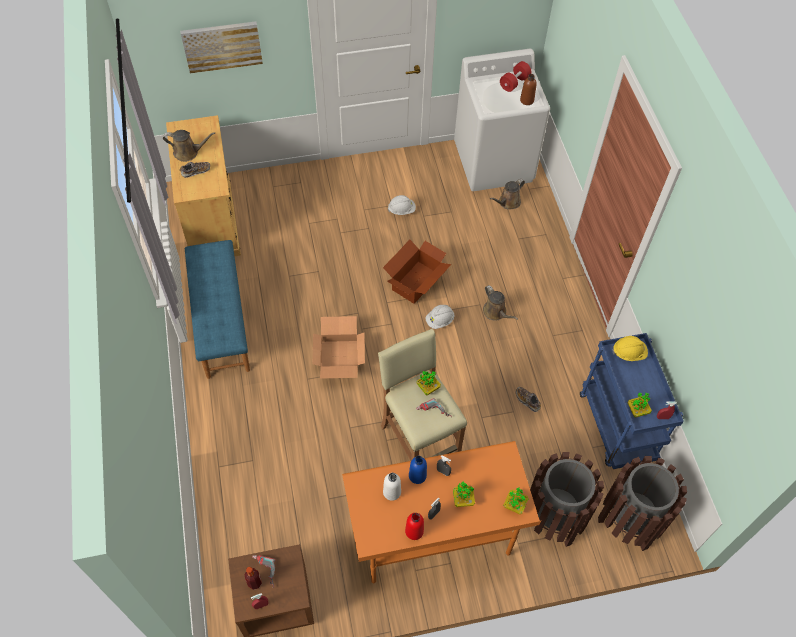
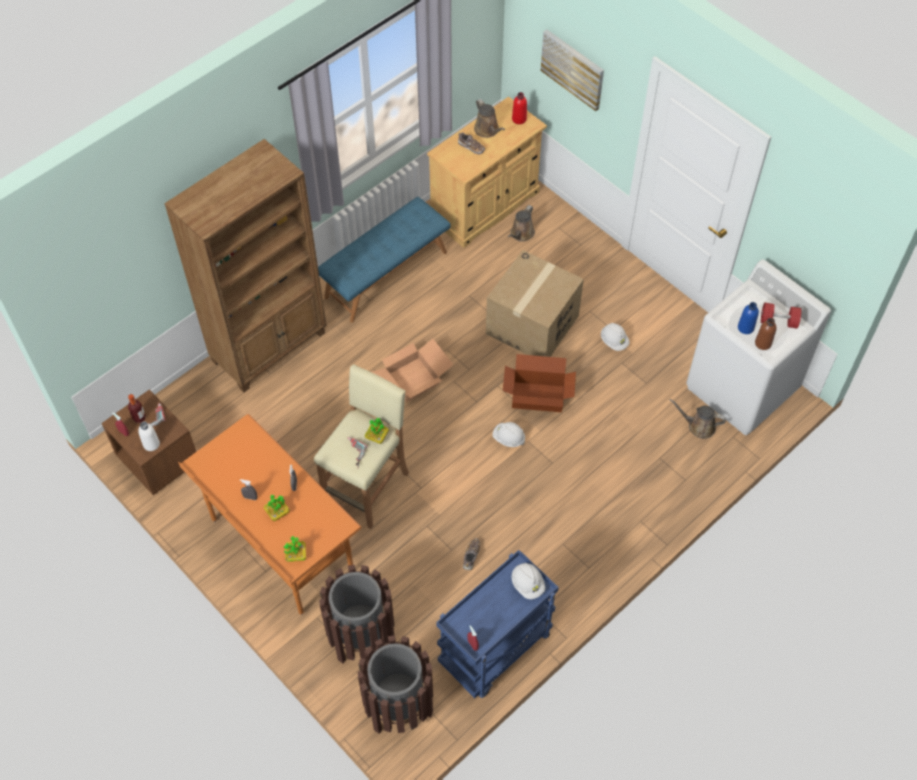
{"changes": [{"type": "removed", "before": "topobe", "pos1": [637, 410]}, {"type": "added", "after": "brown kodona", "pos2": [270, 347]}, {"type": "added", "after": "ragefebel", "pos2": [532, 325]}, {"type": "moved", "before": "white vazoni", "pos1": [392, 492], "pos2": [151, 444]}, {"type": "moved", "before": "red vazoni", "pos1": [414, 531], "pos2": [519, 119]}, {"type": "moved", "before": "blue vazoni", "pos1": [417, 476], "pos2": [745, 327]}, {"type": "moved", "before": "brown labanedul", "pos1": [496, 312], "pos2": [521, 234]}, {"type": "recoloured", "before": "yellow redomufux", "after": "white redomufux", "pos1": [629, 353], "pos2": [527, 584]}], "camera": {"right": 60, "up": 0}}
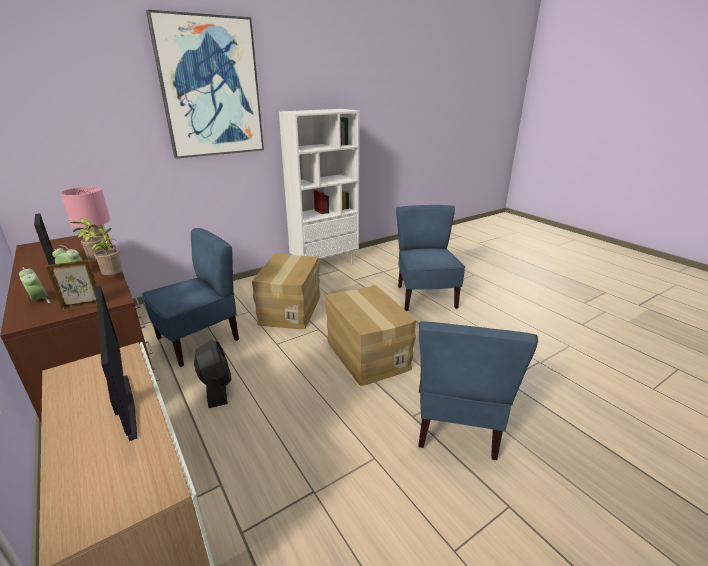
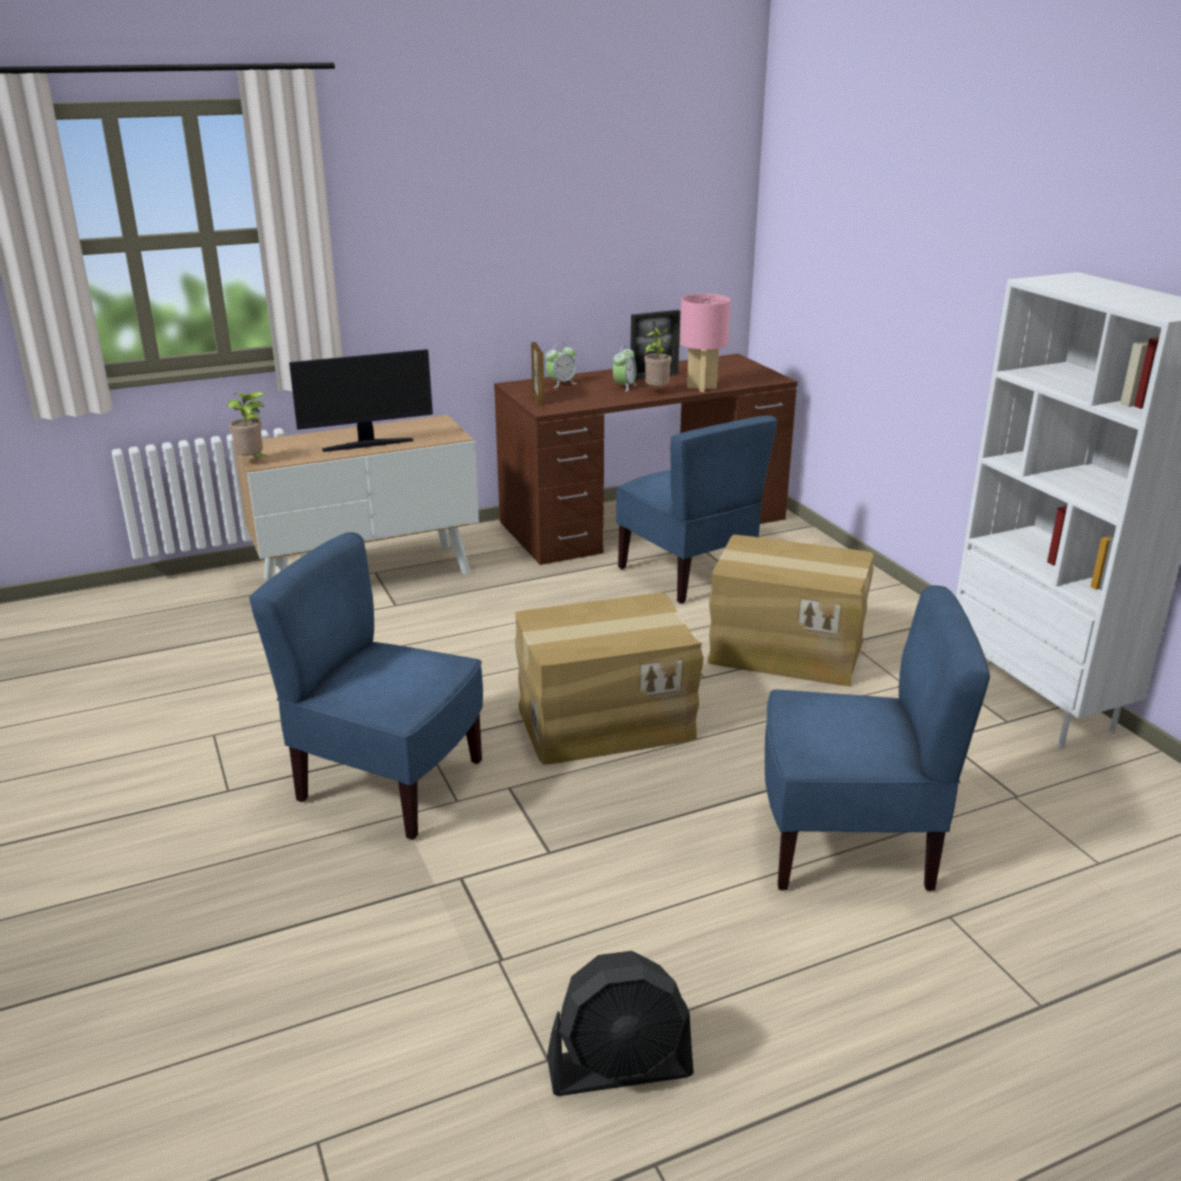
{"changes": [{"type": "removed", "before": "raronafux", "pos1": [210, 88]}, {"type": "moved", "before": "topobe", "pos1": [114, 278], "pos2": [253, 461]}, {"type": "moved", "before": "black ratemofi", "pos1": [216, 389], "pos2": [620, 1068]}], "camera": {"right": 100, "up": 0}}
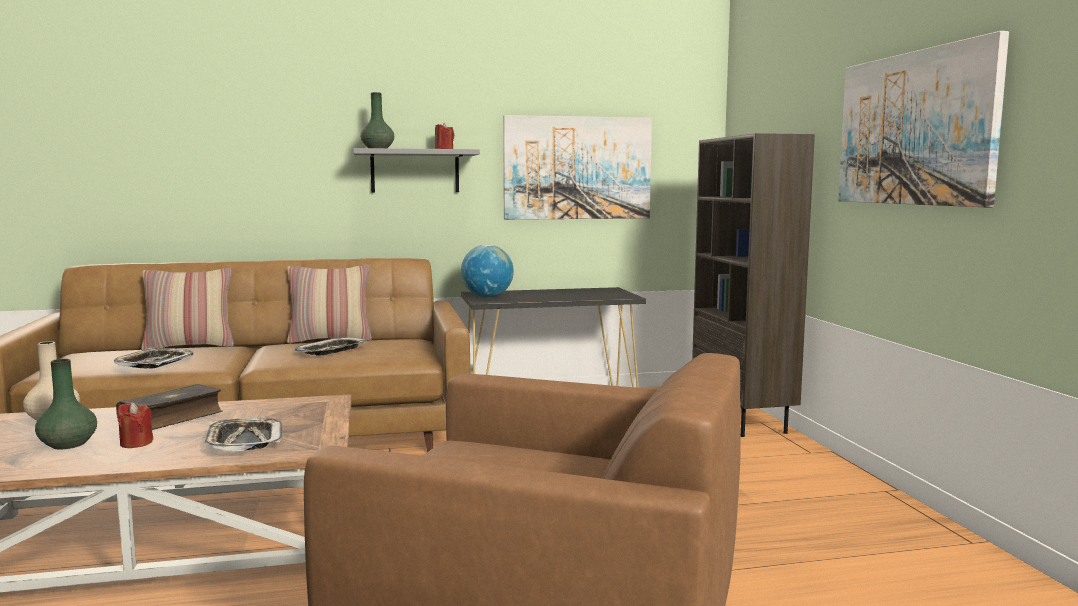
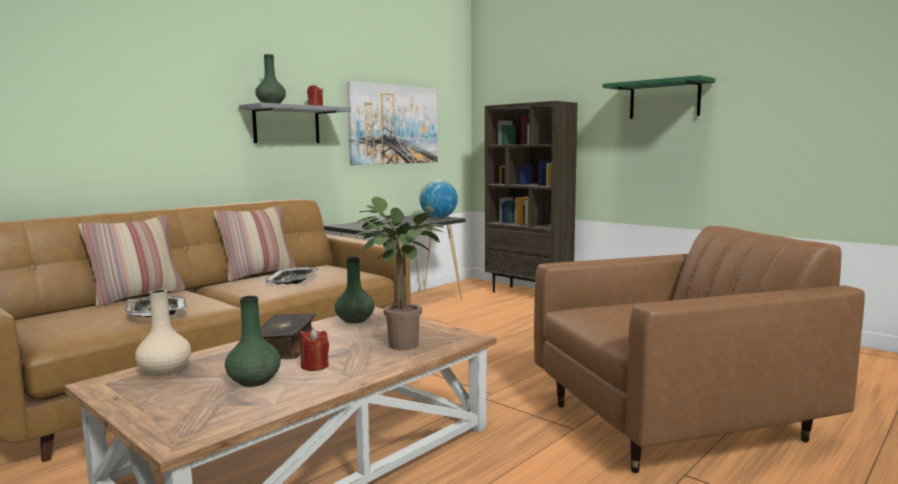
{"changes": [{"type": "added", "after": "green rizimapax", "pos2": [355, 320]}, {"type": "moved", "before": "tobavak", "pos1": [487, 297], "pos2": [438, 218]}, {"type": "replaced", "before": "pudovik", "after": "topobe", "pos1": [244, 441], "pos2": [397, 345]}, {"type": "replaced", "before": "raronafux", "after": "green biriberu", "pos1": [914, 128], "pos2": [664, 99]}], "camera": {"right": -35, "up": 0}}
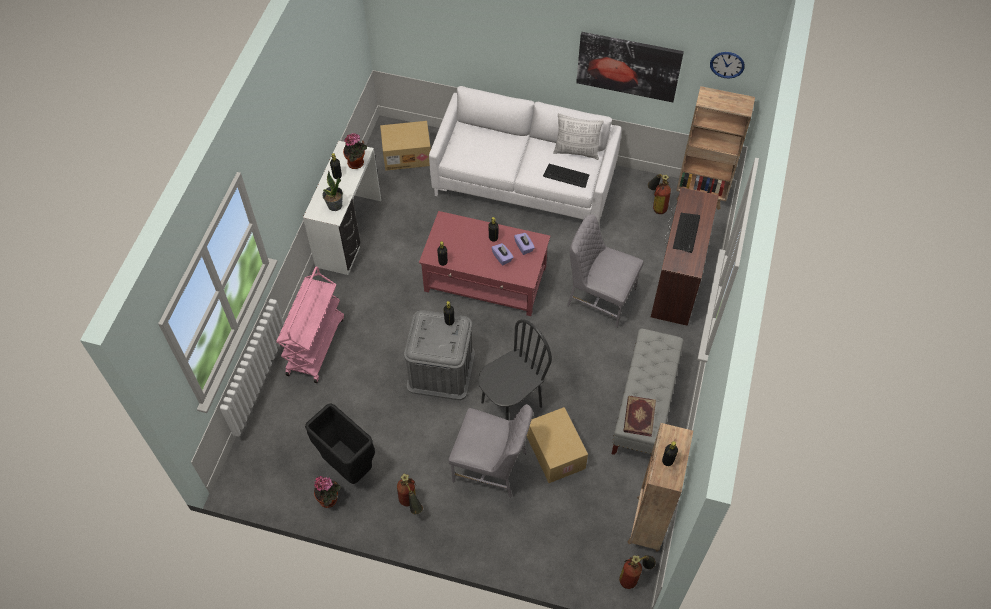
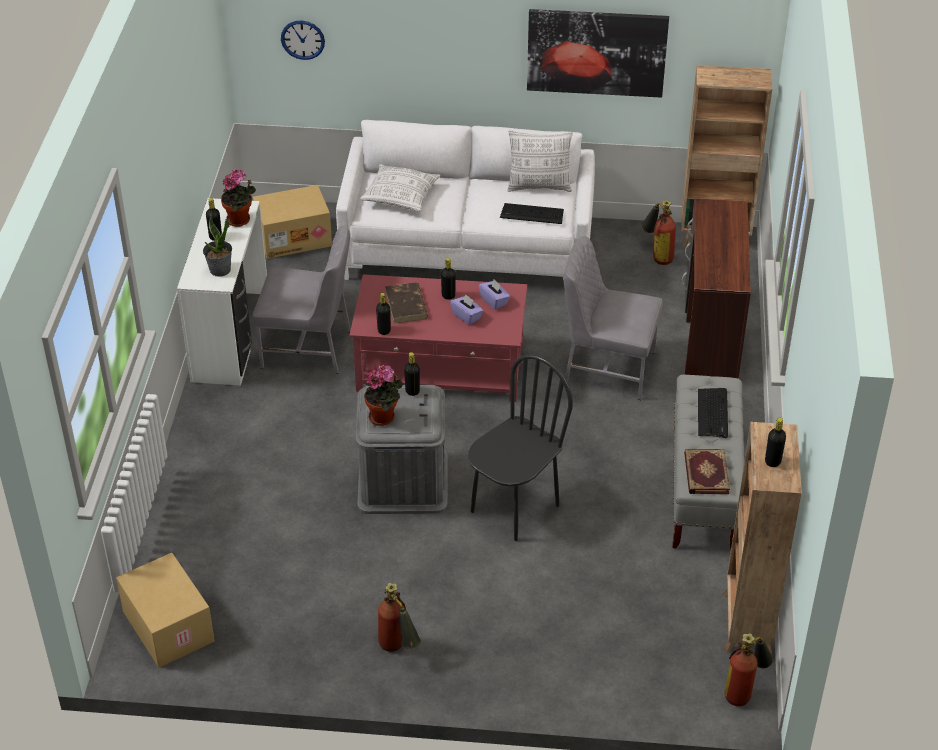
{"changes": [{"type": "removed", "before": "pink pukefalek", "pos1": [315, 345]}, {"type": "removed", "before": "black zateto", "pos1": [348, 466]}, {"type": "added", "after": "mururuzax", "pos2": [400, 197]}, {"type": "added", "after": "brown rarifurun", "pos2": [406, 305]}, {"type": "moved", "before": "topobe", "pos1": [330, 499], "pos2": [384, 417]}, {"type": "moved", "before": "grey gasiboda", "pos1": [491, 466], "pos2": [308, 348]}, {"type": "moved", "before": "ragefebel", "pos1": [554, 452], "pos2": [166, 626]}, {"type": "moved", "before": "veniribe", "pos1": [686, 232], "pos2": [713, 413]}, {"type": "moved", "before": "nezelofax", "pos1": [727, 64], "pos2": [302, 39]}], "camera": {"right": -10, "up": -15}}
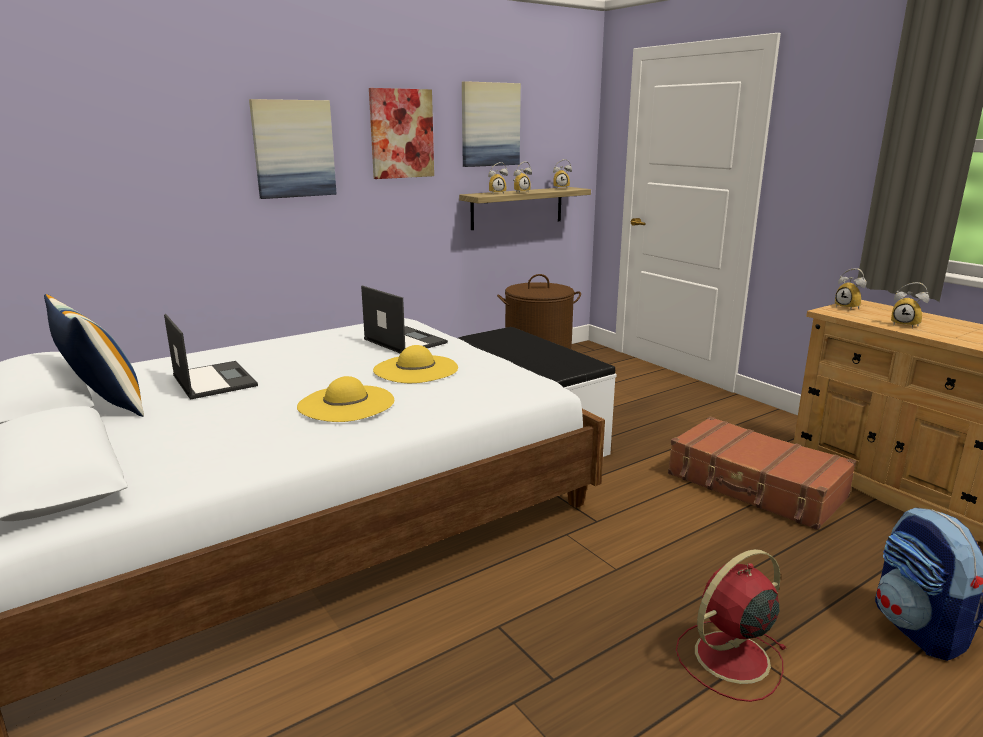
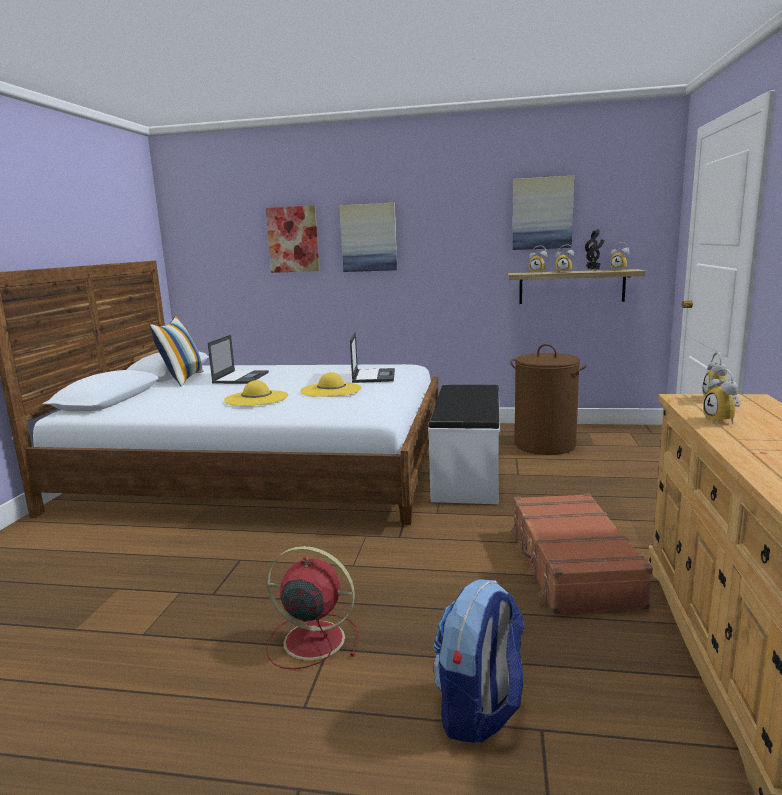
{"changes": [{"type": "added", "after": "topobe", "pos2": [593, 271]}, {"type": "moved", "before": "raronafux", "pos1": [401, 134], "pos2": [293, 239]}], "camera": {"right": 45, "up": -5}}
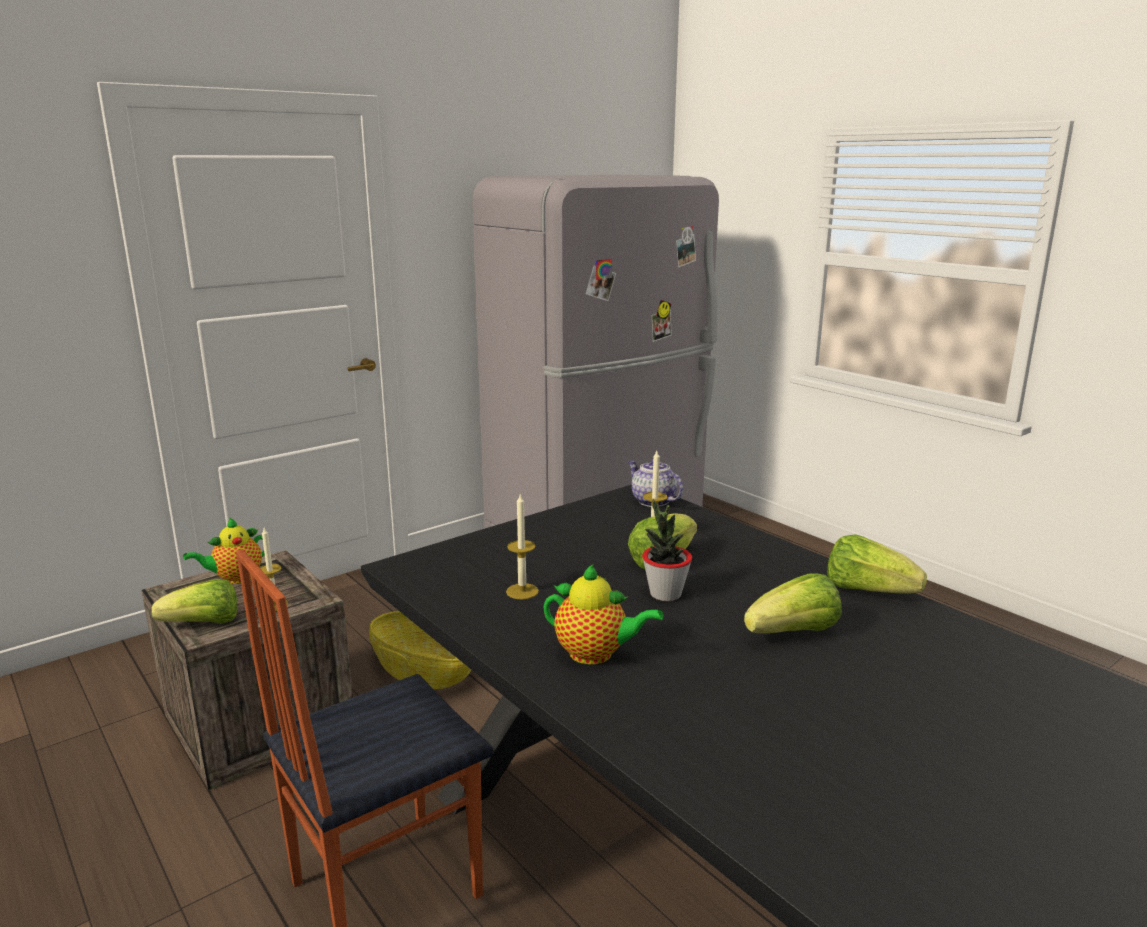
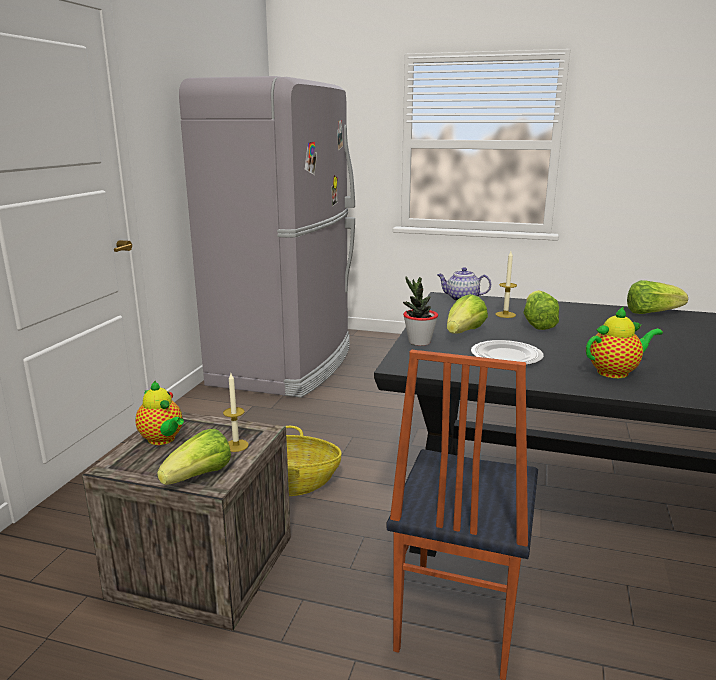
{"changes": [{"type": "moved", "before": "topobe", "pos1": [665, 594], "pos2": [419, 342]}, {"type": "moved", "before": "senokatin", "pos1": [794, 633], "pos2": [464, 333]}, {"type": "replaced", "before": "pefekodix", "after": "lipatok", "pos1": [522, 591], "pos2": [506, 357]}, {"type": "turned", "before": "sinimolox", "pos1": [235, 578], "pos2": [163, 440], "turn": -60}], "camera": {"right": -35, "up": 0}}
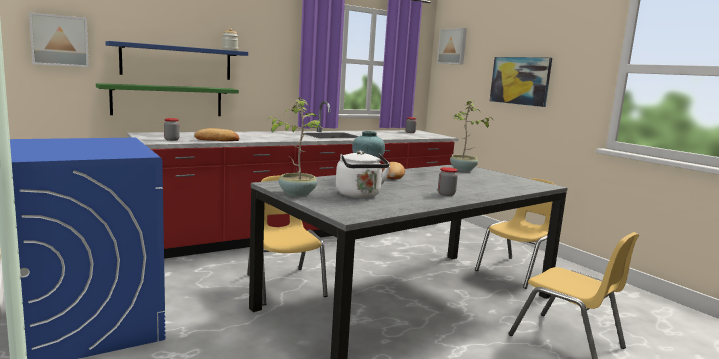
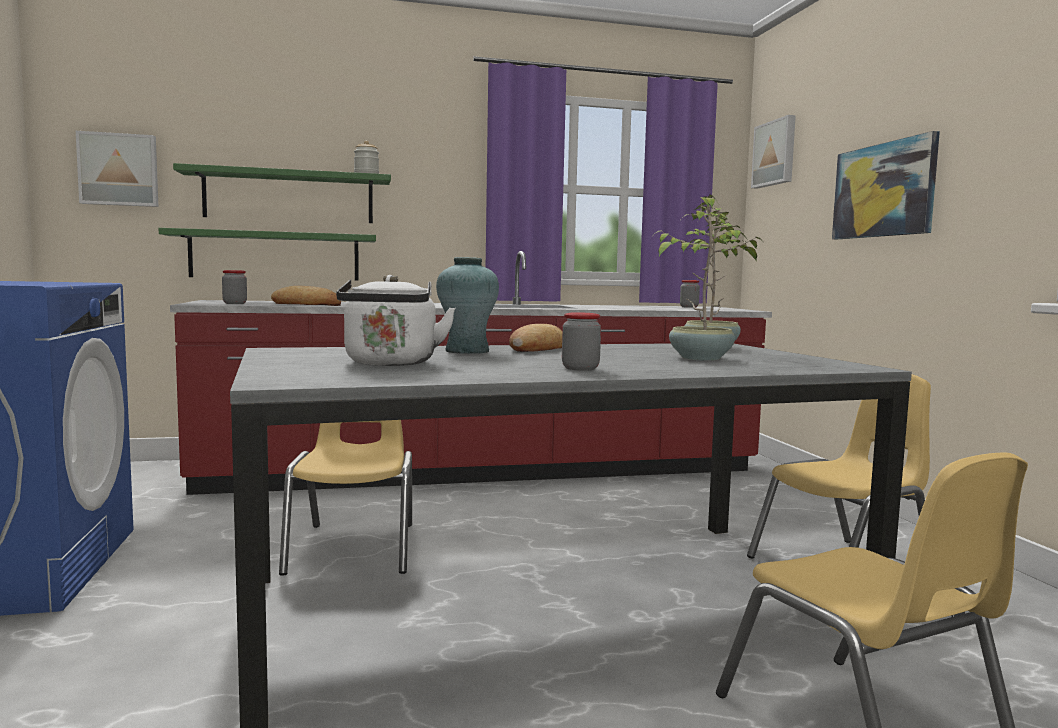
{"changes": [{"type": "moved", "before": "topobe", "pos1": [297, 193], "pos2": [700, 358]}, {"type": "recoloured", "before": "blue biriberu", "after": "green biriberu", "pos1": [177, 62], "pos2": [289, 197]}], "camera": {"right": 20, "up": -5}}
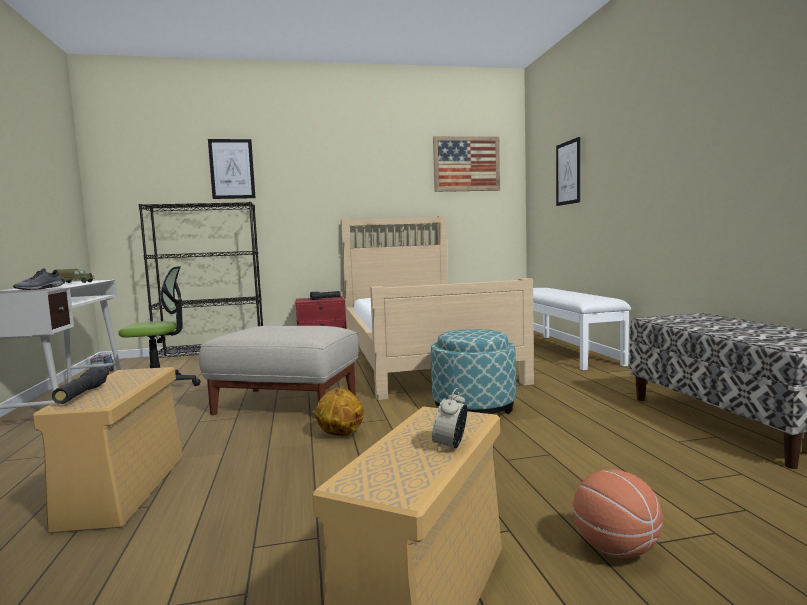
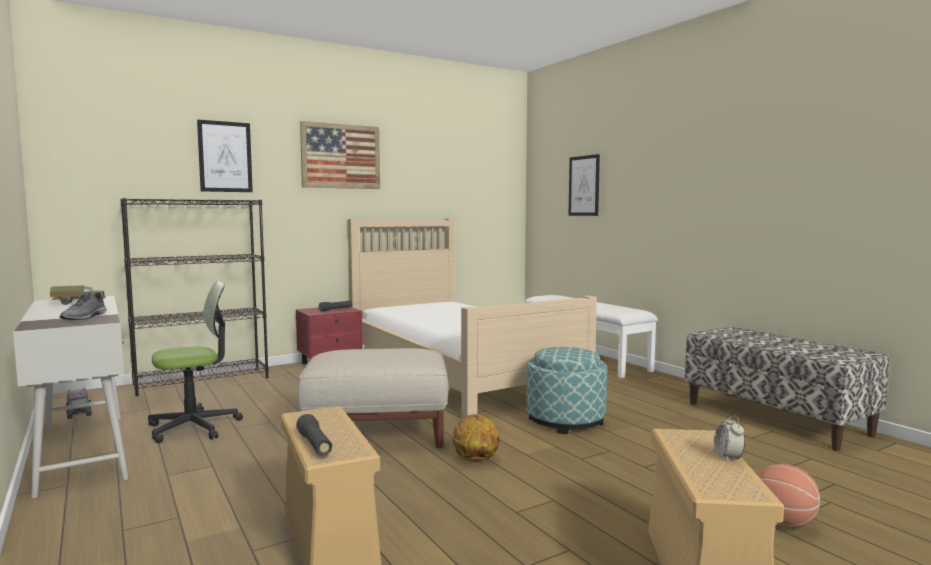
{"changes": [{"type": "moved", "before": "raronafux", "pos1": [466, 164], "pos2": [341, 156]}], "camera": {"right": -20, "up": 0}}
